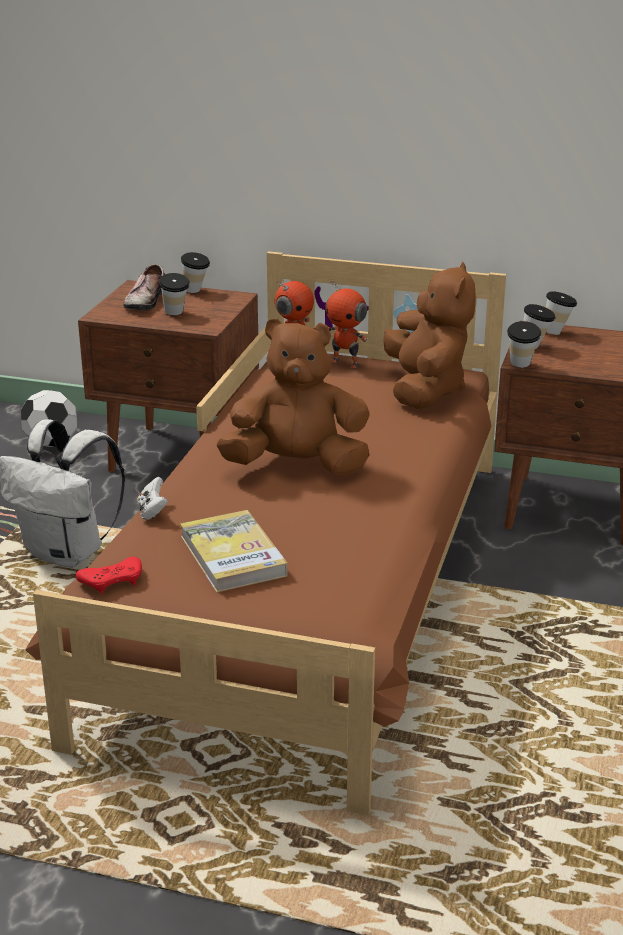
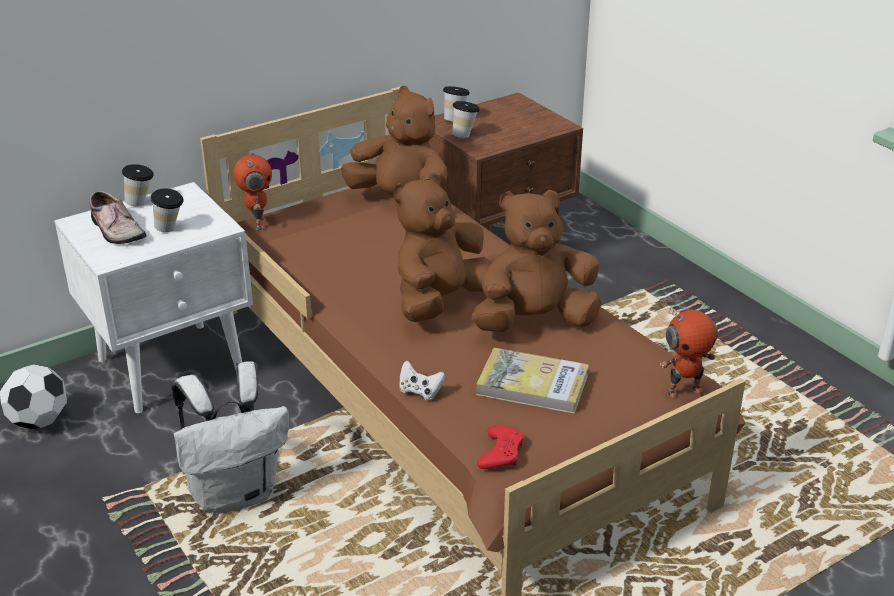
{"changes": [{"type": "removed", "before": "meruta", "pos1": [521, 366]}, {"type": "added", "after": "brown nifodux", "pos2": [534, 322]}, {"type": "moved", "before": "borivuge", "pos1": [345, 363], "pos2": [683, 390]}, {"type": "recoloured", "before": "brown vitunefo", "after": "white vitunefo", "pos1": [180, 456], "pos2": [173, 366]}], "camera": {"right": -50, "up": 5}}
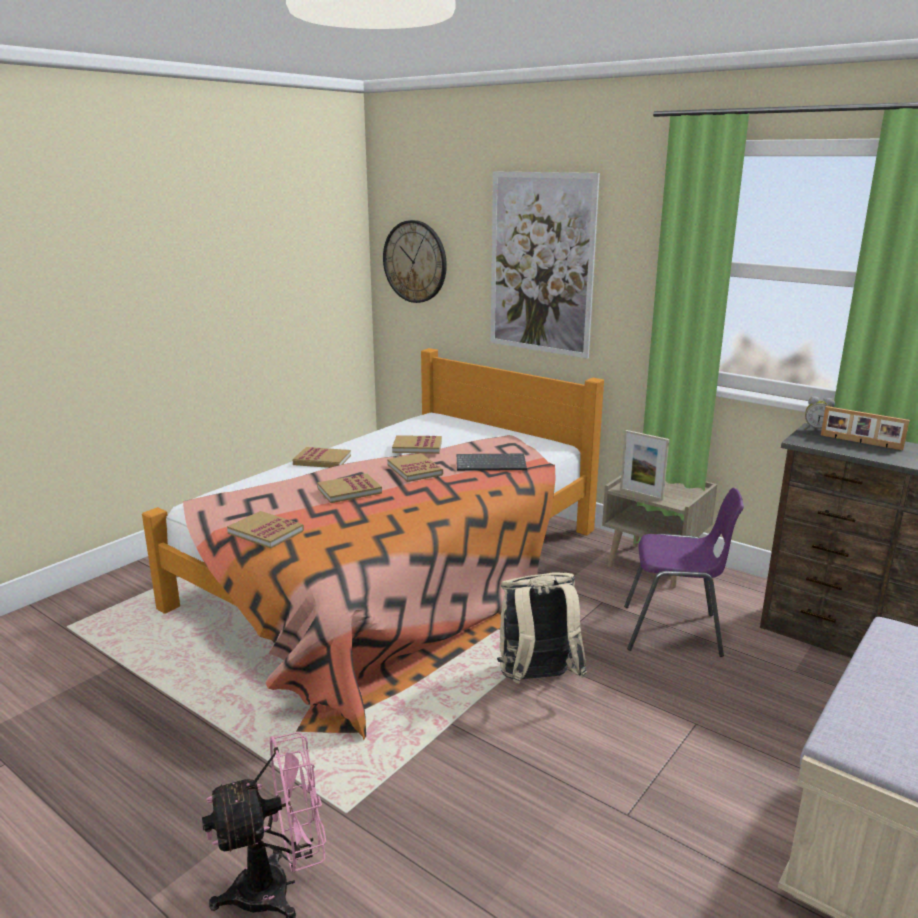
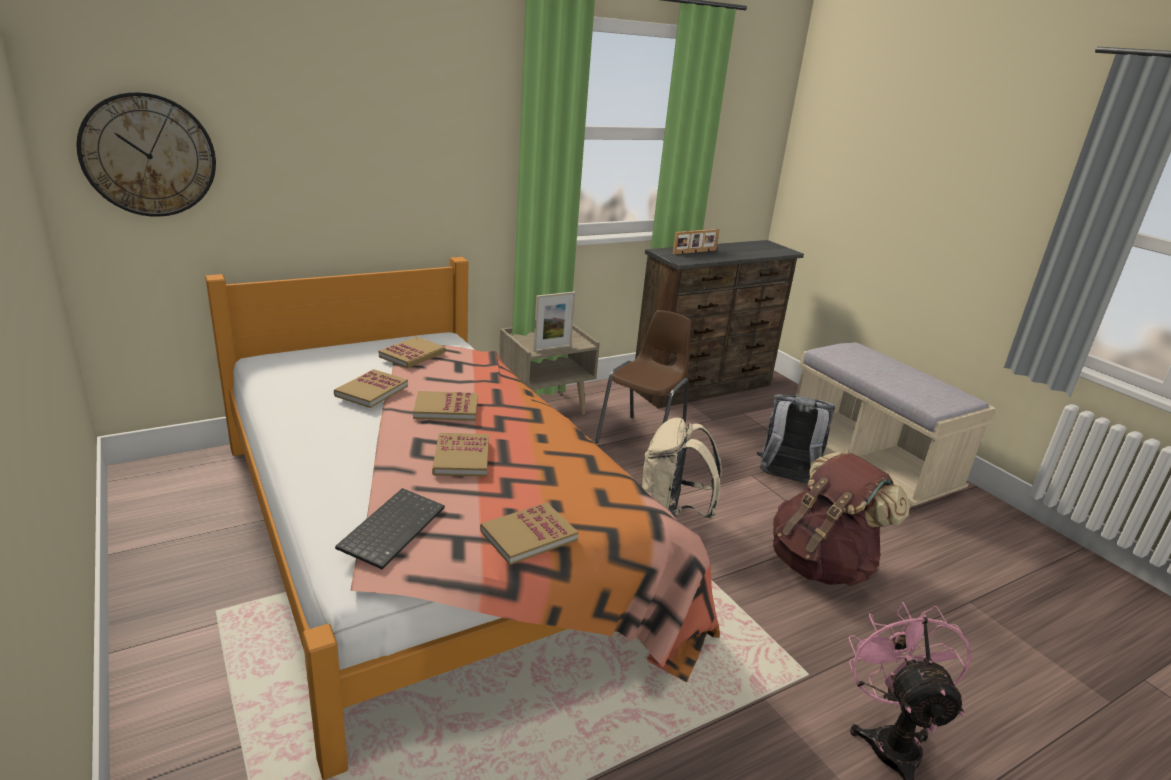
{"changes": [{"type": "removed", "before": "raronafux", "pos1": [541, 264]}, {"type": "removed", "before": "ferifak", "pos1": [817, 429]}, {"type": "added", "after": "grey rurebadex", "pos2": [785, 480]}, {"type": "added", "after": "brown rurebadex", "pos2": [821, 564]}, {"type": "moved", "before": "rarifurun", "pos1": [322, 460], "pos2": [412, 355]}, {"type": "moved", "before": "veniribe", "pos1": [491, 464], "pos2": [392, 528]}, {"type": "recoloured", "before": "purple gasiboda", "after": "brown gasiboda", "pos1": [674, 632], "pos2": [643, 438]}], "camera": {"right": -70, "up": 5}}
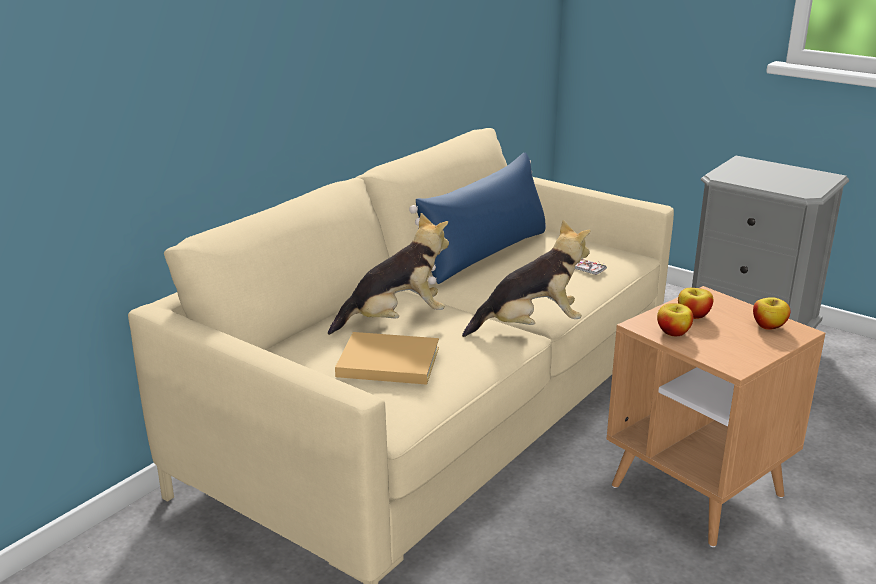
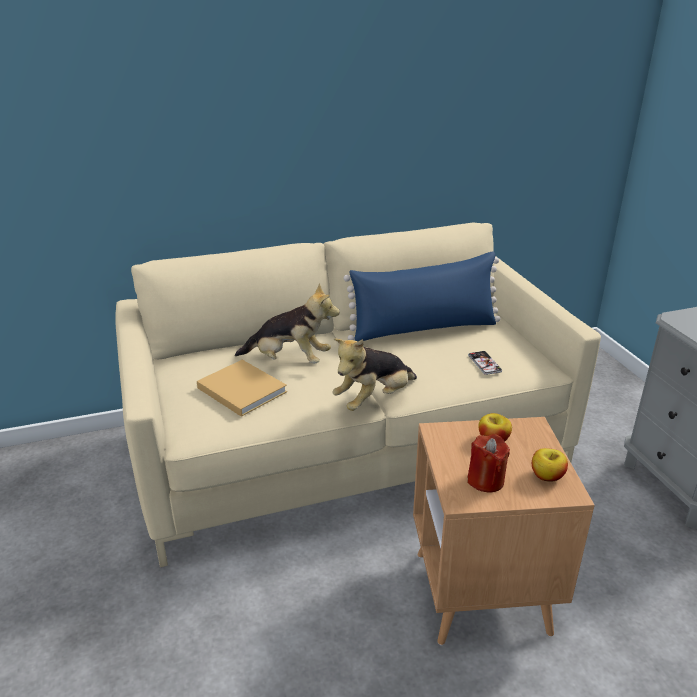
{"changes": [{"type": "removed", "before": "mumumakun", "pos1": [673, 332]}, {"type": "added", "after": "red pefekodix", "pos2": [485, 480]}, {"type": "turned", "before": "nifodux", "pos1": [530, 326], "pos2": [374, 399], "turn": 120}], "camera": {"right": 35, "up": 5}}
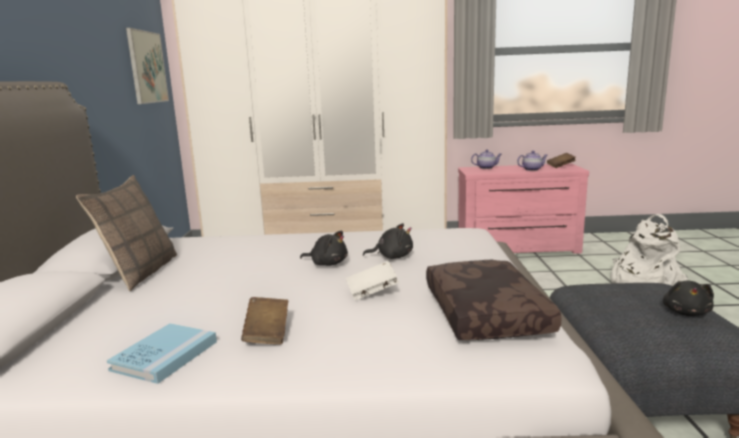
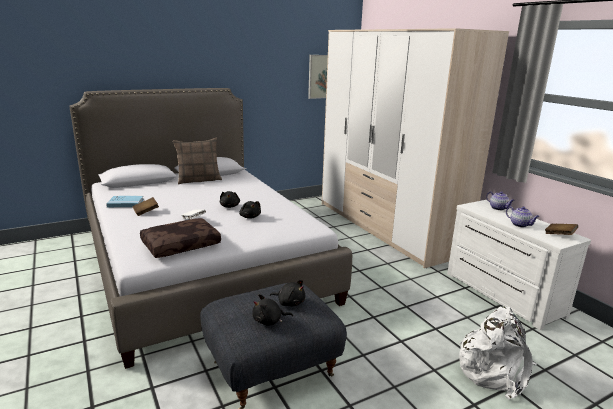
{"changes": [{"type": "added", "after": "black nifodux", "pos2": [290, 302]}, {"type": "recoloured", "before": "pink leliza", "after": "white leliza", "pos1": [518, 249], "pos2": [501, 294]}], "camera": {"right": 60, "up": 5}}
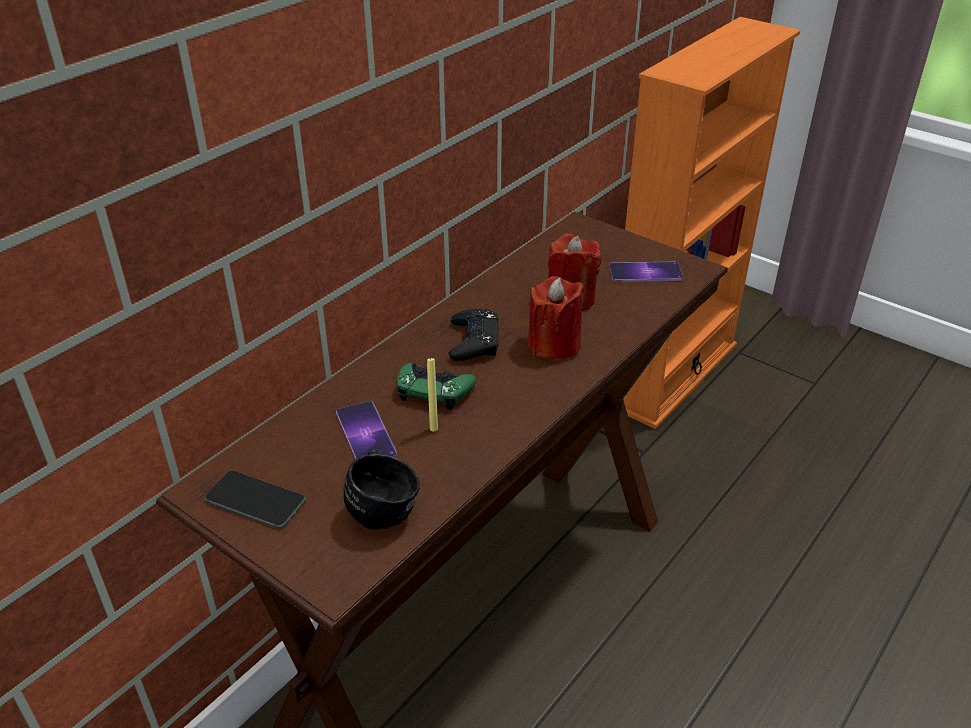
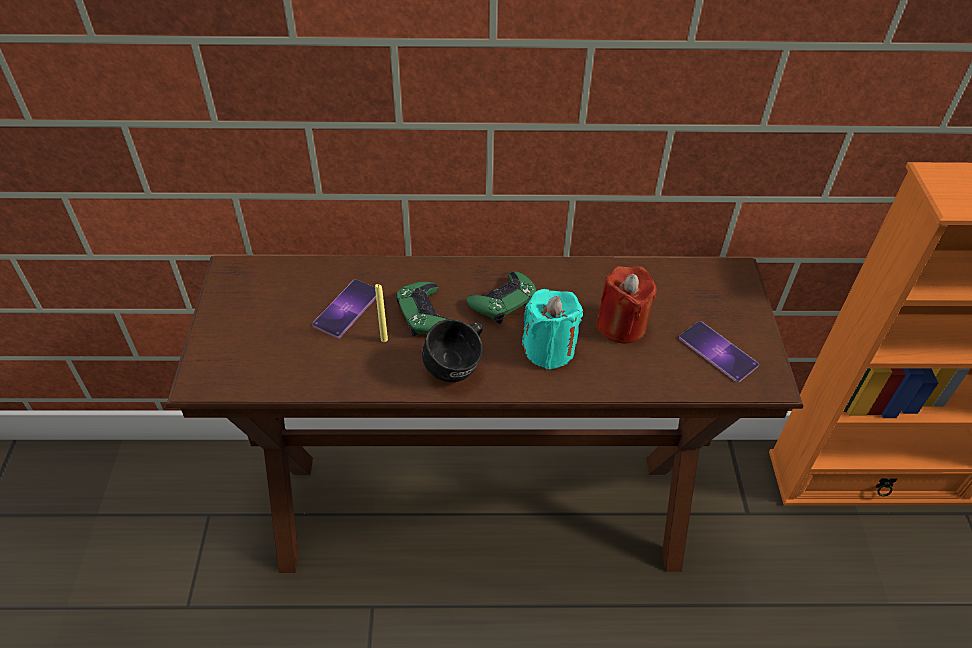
{"changes": [{"type": "removed", "before": "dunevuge", "pos1": [255, 500]}, {"type": "moved", "before": "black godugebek", "pos1": [384, 508], "pos2": [459, 366]}, {"type": "recoloured", "before": "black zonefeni", "after": "green zonefeni", "pos1": [473, 341], "pos2": [503, 302]}, {"type": "recoloured", "before": "red pefekodix", "after": "turquoise pefekodix", "pos1": [554, 345], "pos2": [549, 349]}], "camera": {"right": 50, "up": 10}}
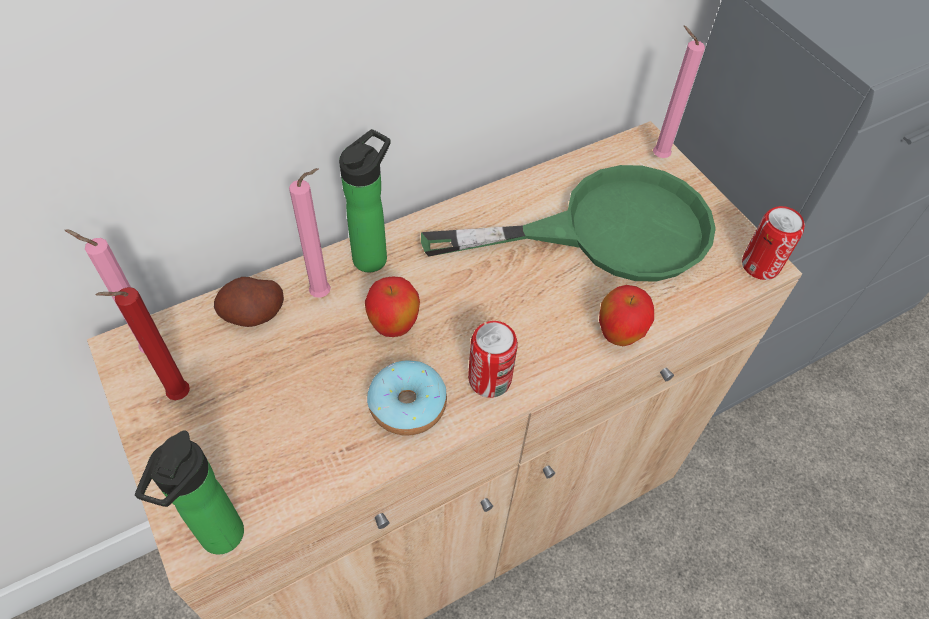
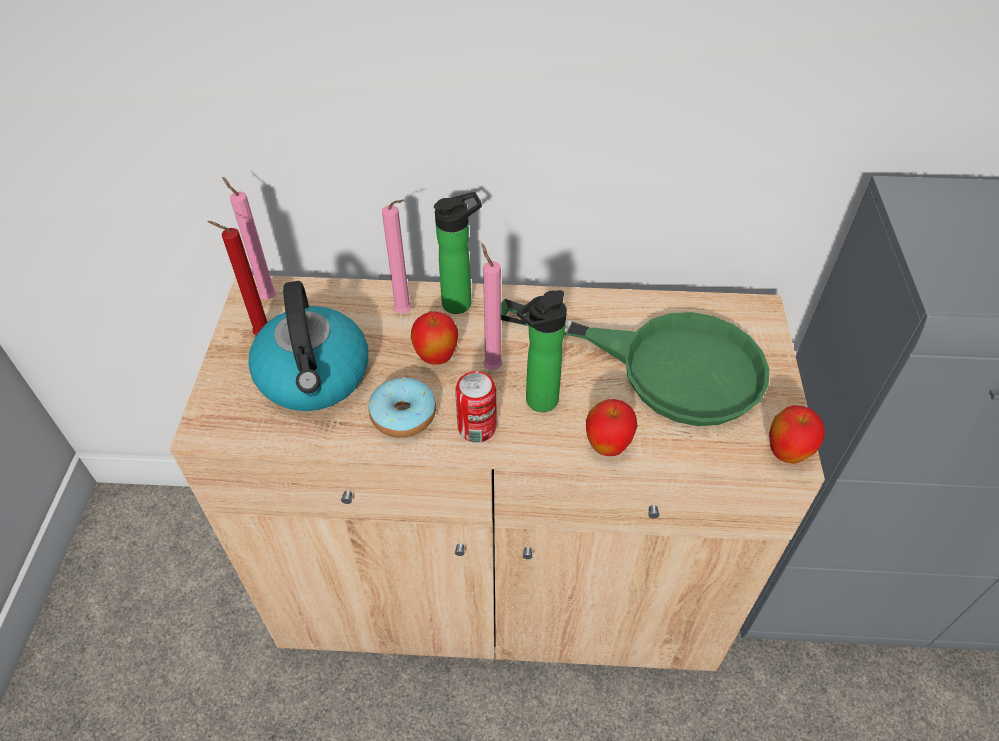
{"changes": [{"type": "removed", "before": "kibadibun", "pos1": [253, 314]}, {"type": "added", "after": "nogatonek", "pos2": [315, 377]}, {"type": "moved", "before": "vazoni", "pos1": [219, 540], "pos2": [538, 403]}, {"type": "moved", "before": "pink pefekodix", "pos1": [657, 156], "pos2": [491, 365]}, {"type": "replaced", "before": "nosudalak", "after": "mumumakun", "pos1": [760, 265], "pos2": [786, 453]}], "camera": {"right": 35, "up": -5}}
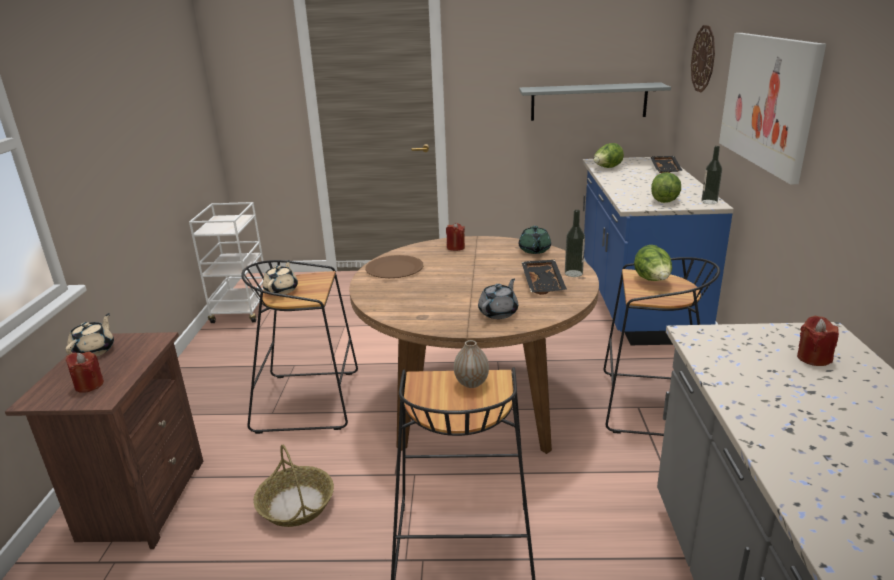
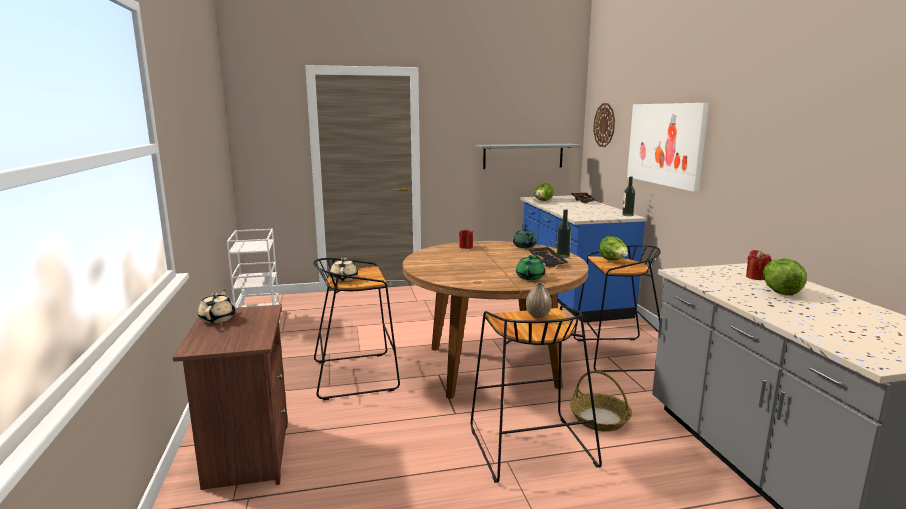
{"changes": [{"type": "removed", "before": "red pefekodix", "pos1": [89, 385]}, {"type": "removed", "before": "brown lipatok", "pos1": [394, 268]}, {"type": "moved", "before": "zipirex", "pos1": [295, 504], "pos2": [599, 419]}, {"type": "moved", "before": "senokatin", "pos1": [664, 200], "pos2": [779, 291]}, {"type": "recoloured", "before": "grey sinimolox", "after": "green sinimolox", "pos1": [499, 312], "pos2": [530, 277]}], "camera": {"right": -15, "up": -10}}
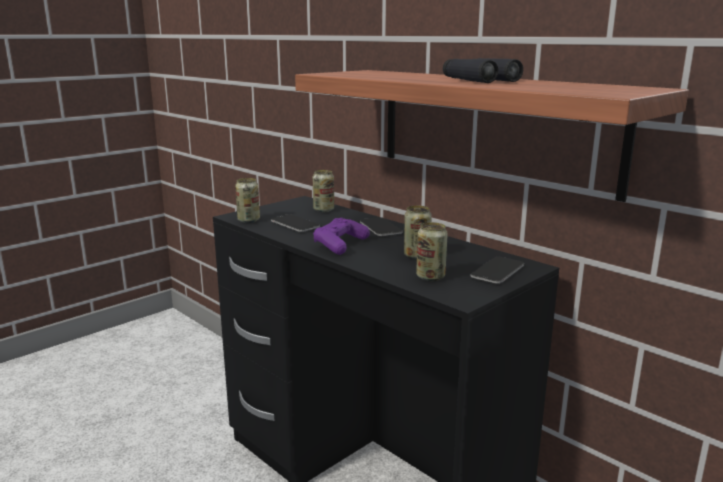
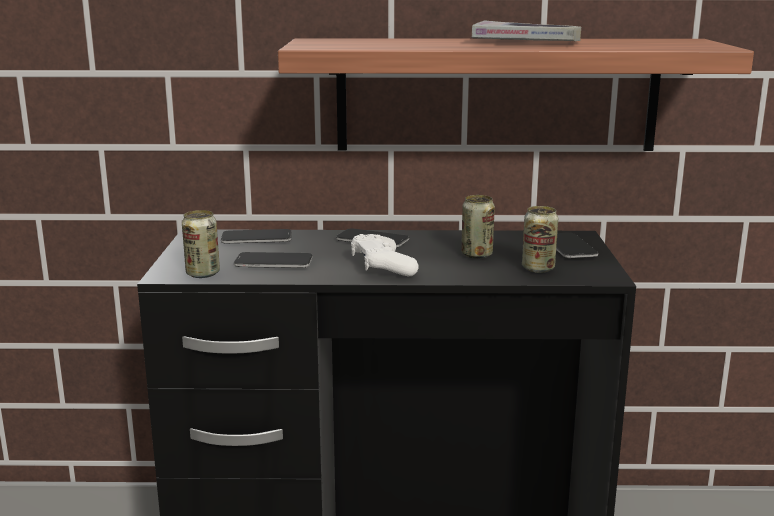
{"changes": [{"type": "replaced", "before": "nosudalak", "after": "dunevuge", "pos1": [323, 210], "pos2": [256, 238]}, {"type": "replaced", "before": "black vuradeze", "after": "rarifurun", "pos1": [480, 80], "pos2": [526, 42]}, {"type": "recoloured", "before": "purple zonefeni", "after": "white zonefeni", "pos1": [340, 244], "pos2": [382, 267]}], "camera": {"right": -45, "up": 0}}
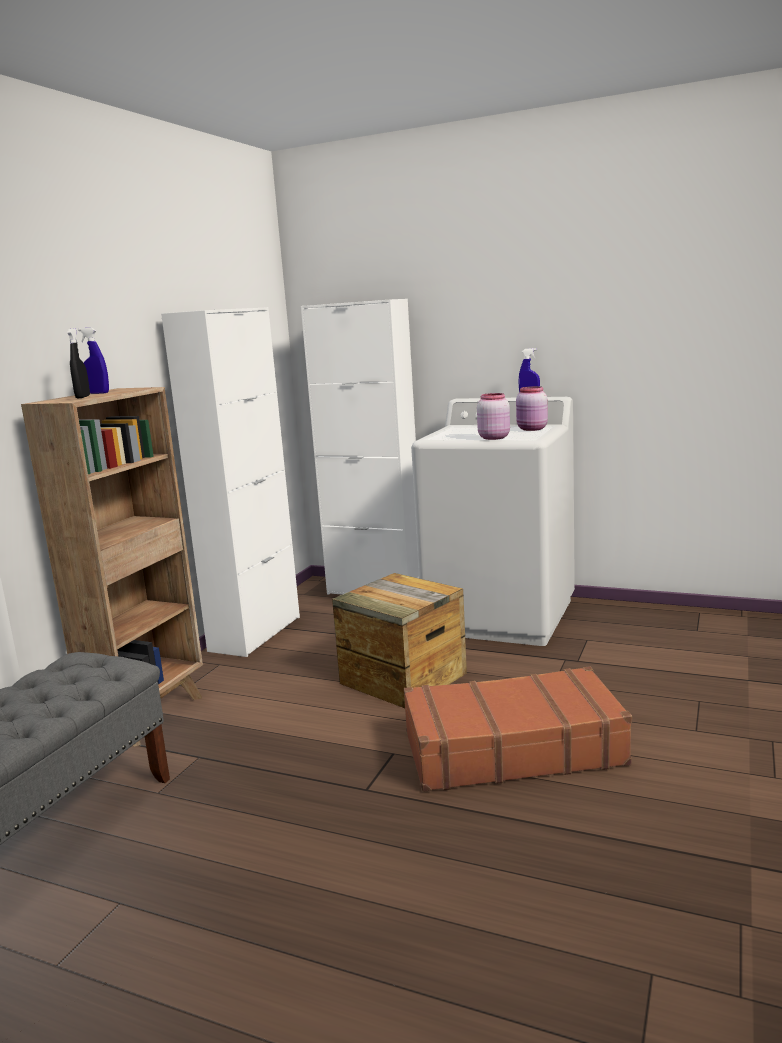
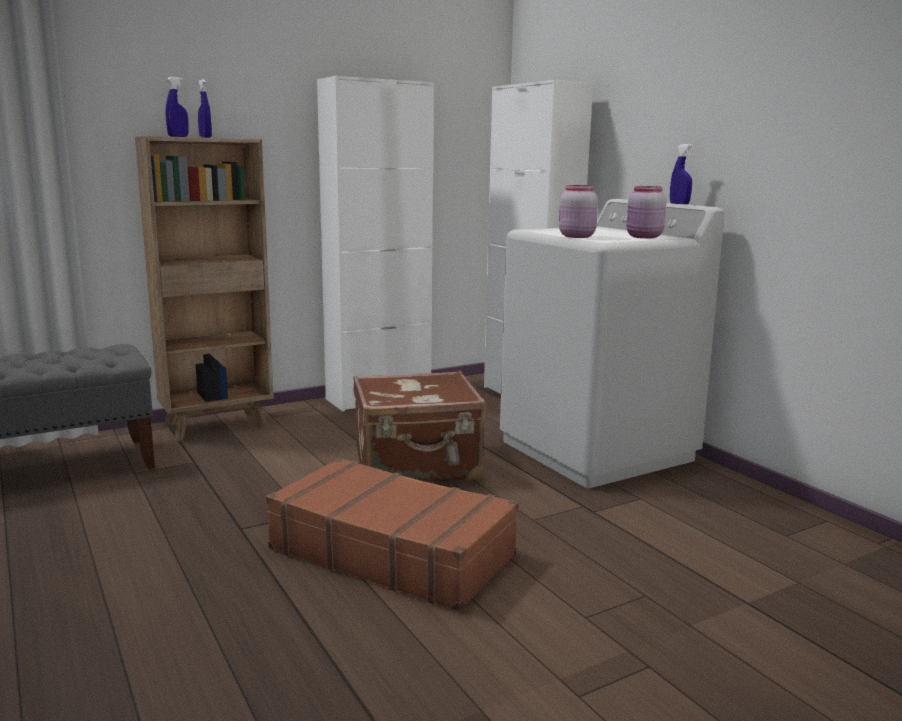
{"changes": [{"type": "replaced", "before": "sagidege", "after": "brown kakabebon", "pos1": [403, 678], "pos2": [417, 466]}, {"type": "recoloured", "before": "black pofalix", "after": "blue pofalix", "pos1": [83, 397], "pos2": [178, 136]}], "camera": {"right": 35, "up": 0}}
